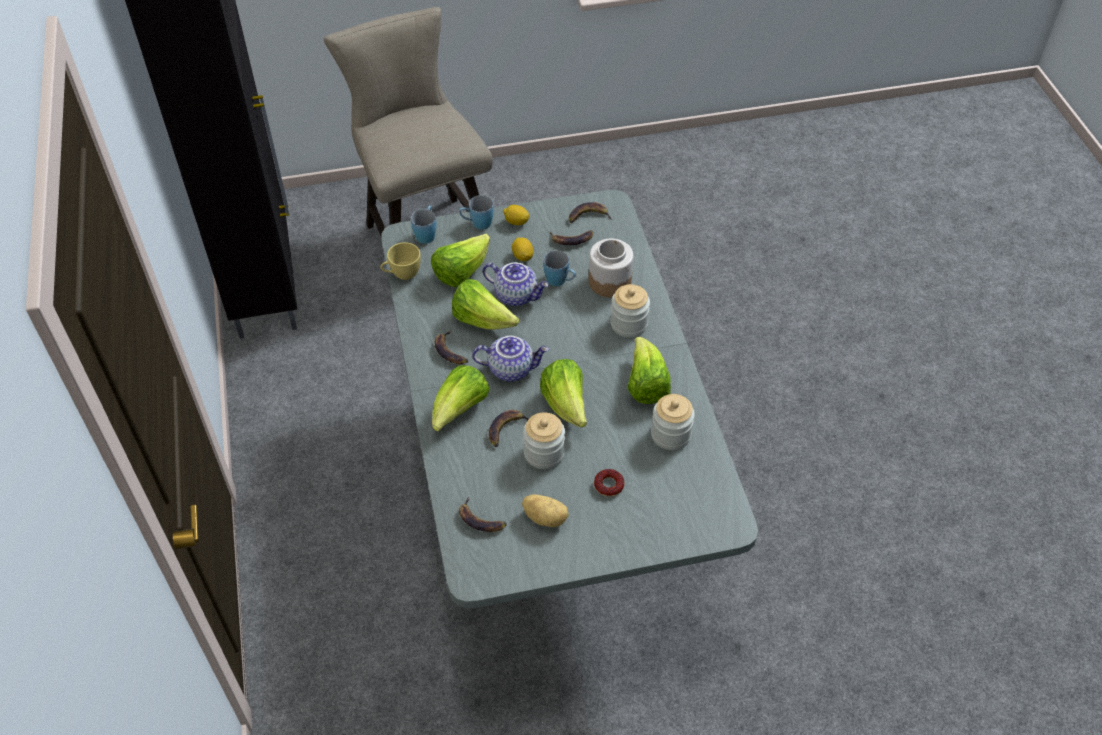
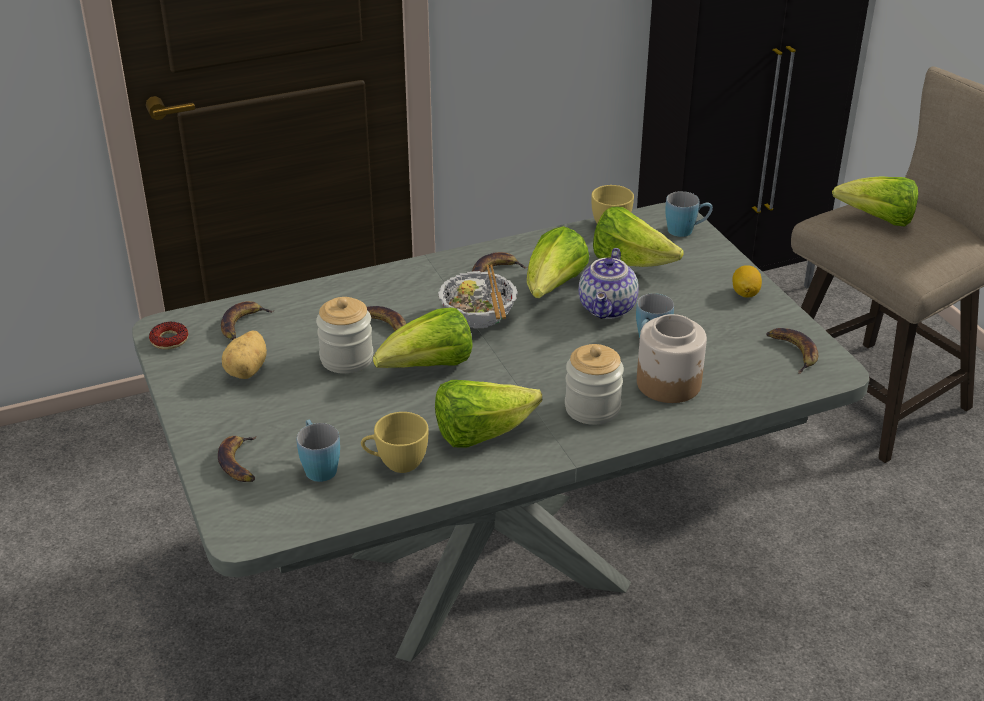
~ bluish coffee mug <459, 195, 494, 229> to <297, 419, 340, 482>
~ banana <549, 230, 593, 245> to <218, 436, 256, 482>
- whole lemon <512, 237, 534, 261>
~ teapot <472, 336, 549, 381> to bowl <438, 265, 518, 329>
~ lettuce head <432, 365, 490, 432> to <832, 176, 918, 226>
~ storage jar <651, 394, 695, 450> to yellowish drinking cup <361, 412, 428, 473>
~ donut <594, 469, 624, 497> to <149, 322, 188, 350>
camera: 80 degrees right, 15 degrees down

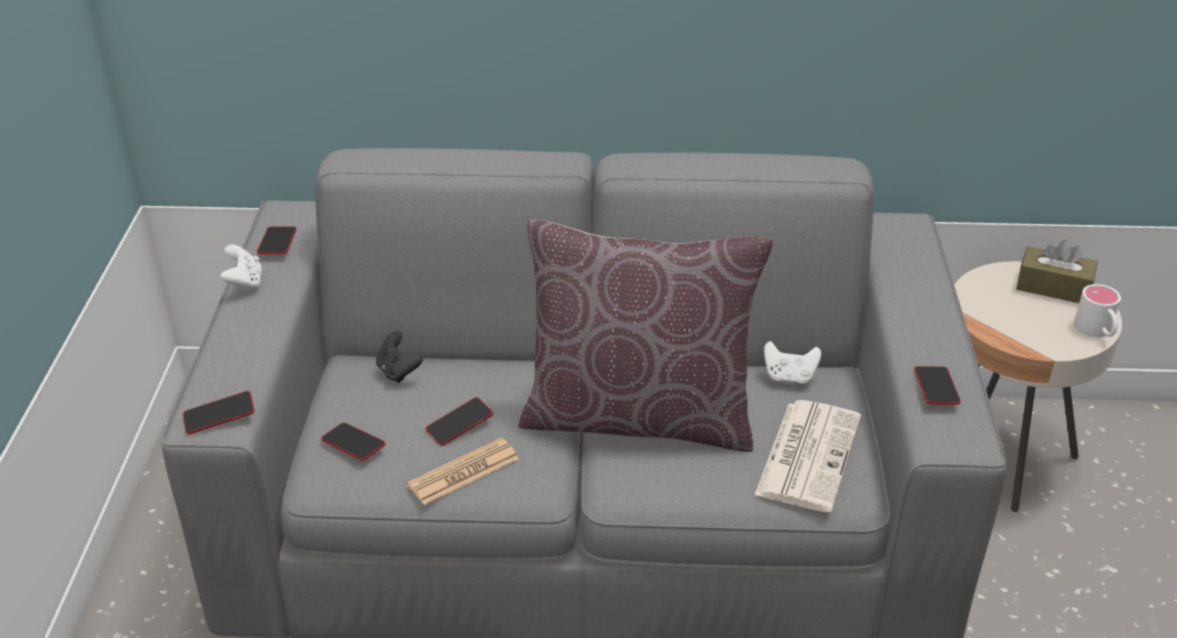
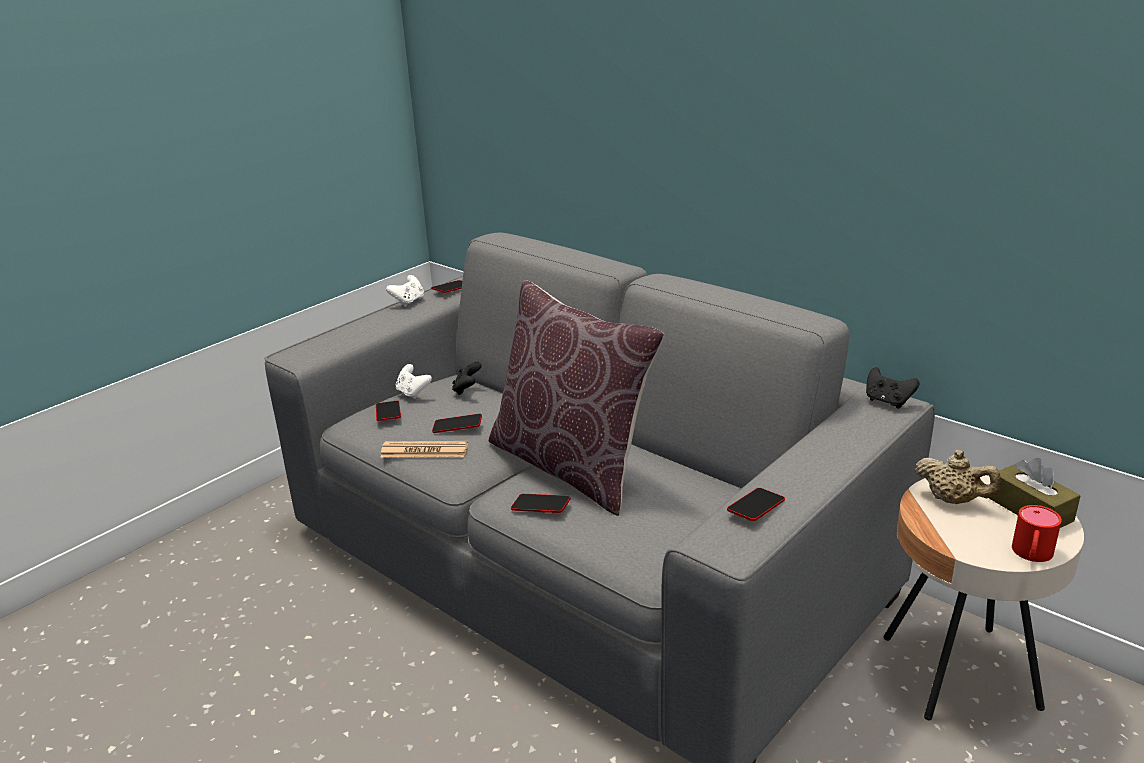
~ white coffee mug <1074, 284, 1121, 337> to reddish coffee mug <1012, 505, 1062, 562>
~ white gamepad <764, 341, 821, 384> to <396, 364, 432, 399>
~ phone <183, 391, 255, 434> to <511, 494, 571, 513>
- newspaper <755, 400, 861, 512>
+ blackish gamepad <866, 367, 920, 409>
+ beige-coloured teapot <915, 450, 1001, 504>
camera: 40 degrees right, 10 degrees down

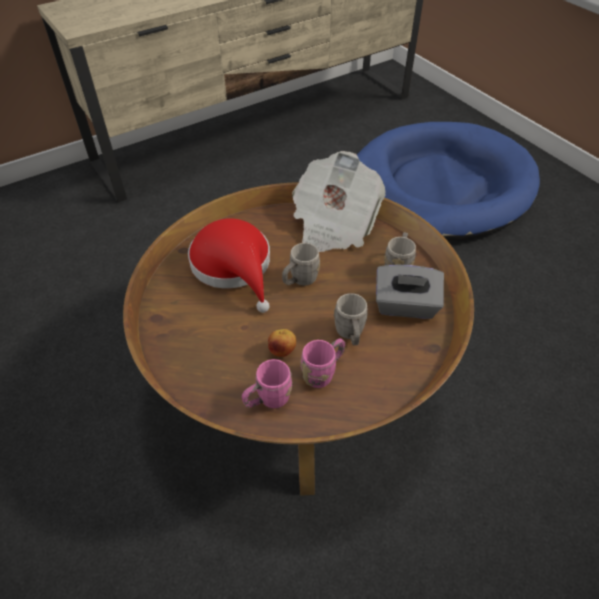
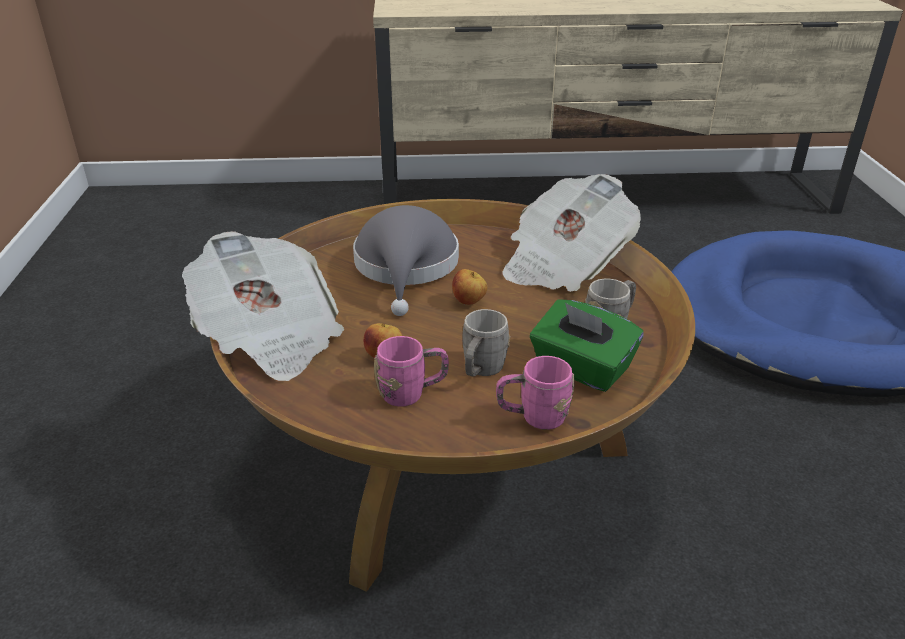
~ reddish wearable hat <188, 218, 270, 313> to greyish wearable hat <353, 205, 459, 316>
~ greyish coffee mug <282, 243, 320, 286> to apple <452, 269, 487, 305>
~ greyish box of tissues <376, 265, 444, 319> to green box of tissues <530, 300, 644, 392>
~ pink-coloured coffee mug <242, 359, 293, 408> to <496, 356, 575, 430>
+ newspaper <182, 231, 344, 381>
camera: 30 degrees right, 15 degrees down

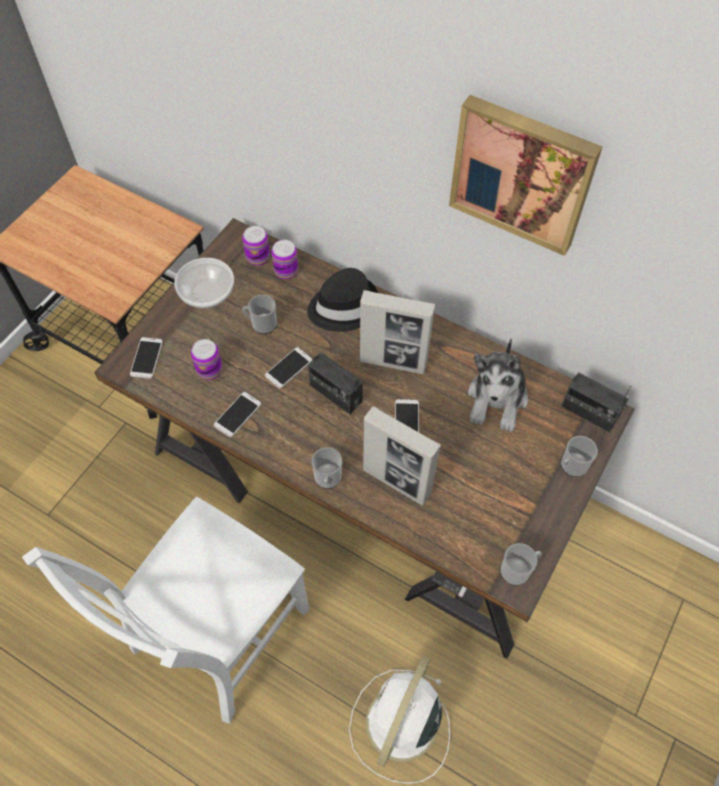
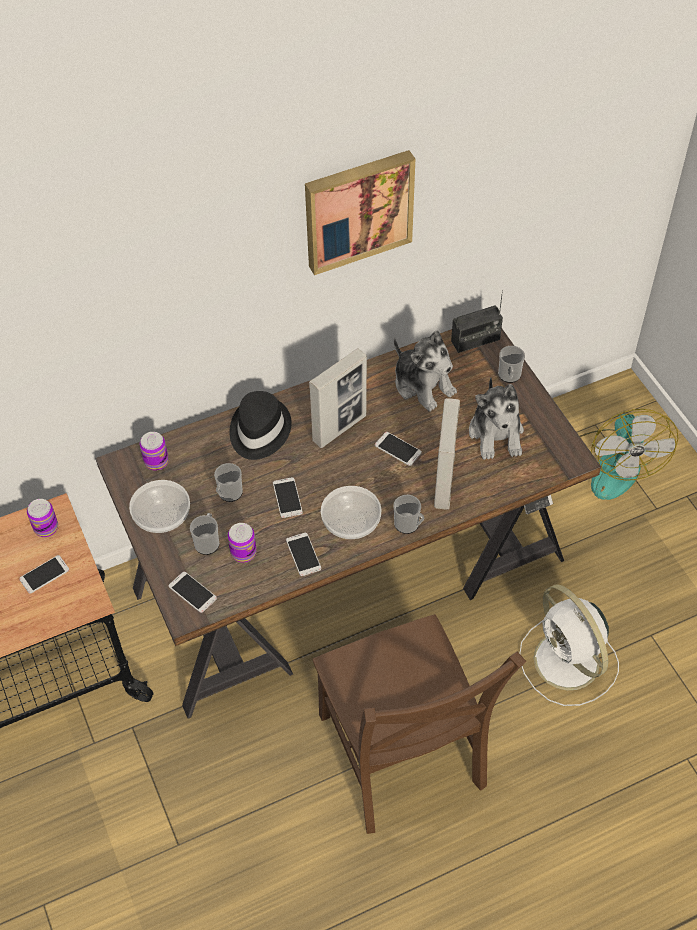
~ metal can <271, 240, 298, 280> to <27, 499, 58, 537>
- radio set <308, 352, 363, 415>
~ photo frame <363, 406, 441, 506> = <434, 398, 460, 510> 120 degrees clockwise
~ white plain chair <22, 496, 310, 724> to brown plain chair <312, 614, 526, 834>
~ coffee mug <501, 543, 542, 585> to <190, 513, 219, 555>
+ cuddly toy <469, 377, 524, 460>
+ fan <580, 409, 678, 500>
+ bowl <321, 486, 382, 539>
+ phone <19, 555, 69, 594>
camera: 55 degrees left, 5 degrees down

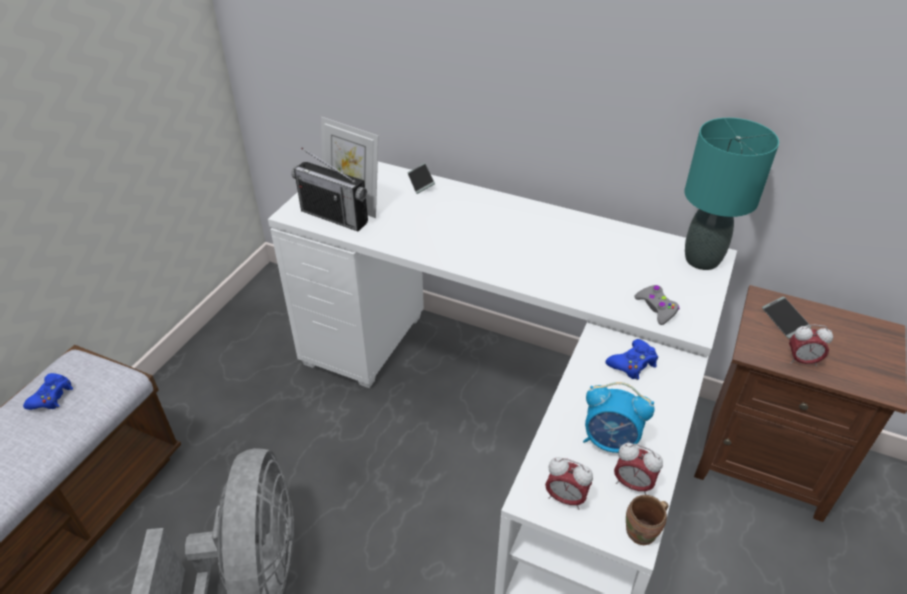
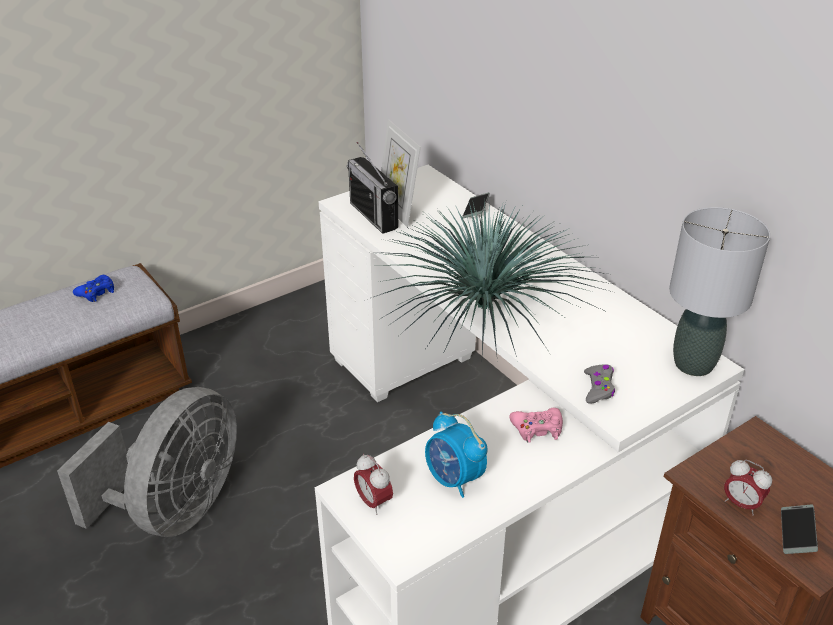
~ turquoise table lamp <685, 118, 779, 270> to greyish table lamp <669, 207, 770, 376>
~ phone <762, 297, 811, 339> to <781, 504, 818, 554>
~ bluish gamepad <605, 339, 658, 380> to pink-coloured gamepad <509, 408, 563, 443>
- table clock <614, 443, 663, 495>
- brown coffee mug <626, 495, 669, 545>
+ plant in a pot <370, 199, 615, 357>
camera: 30 degrees right, 5 degrees down

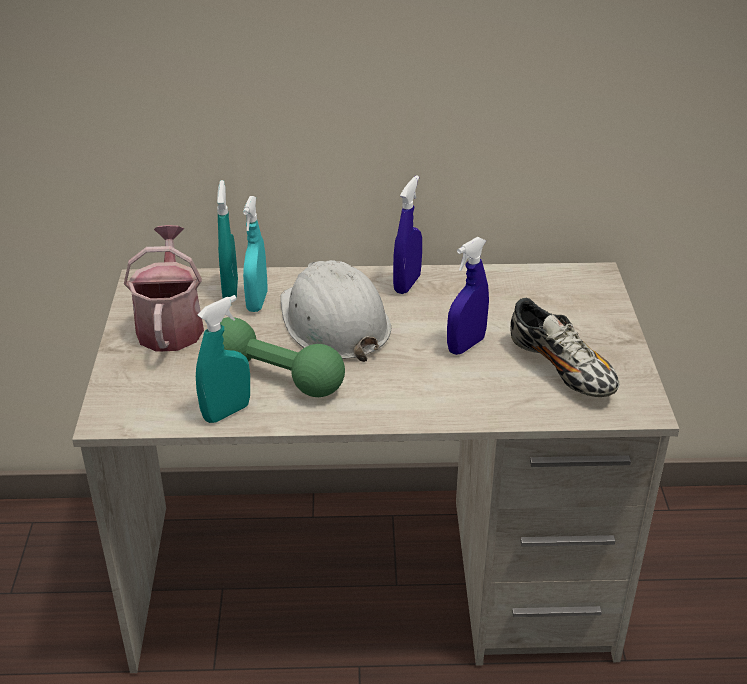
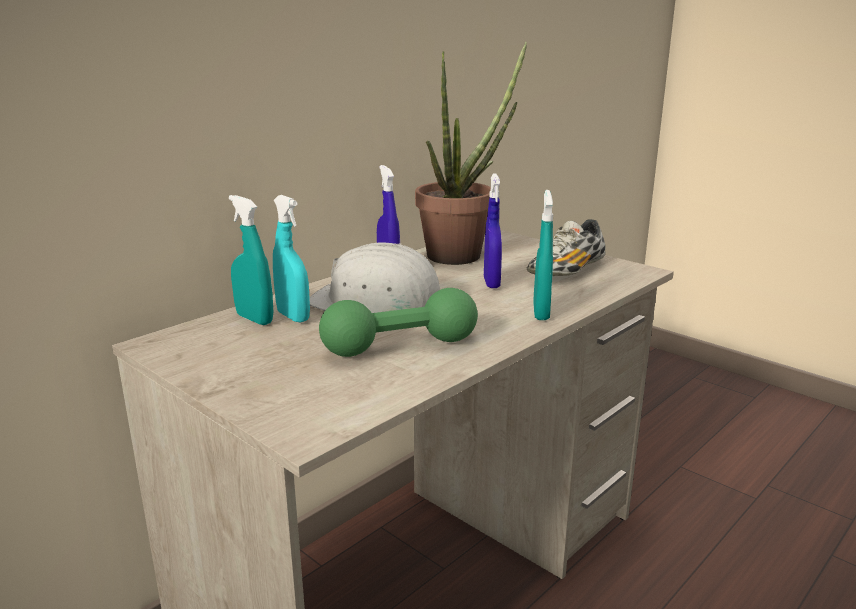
- watering can <124, 225, 204, 352>
~ turquoise spray bottle <196, 295, 250, 423> to <533, 190, 553, 320>
~ item of footwear <510, 298, 619, 397> = <527, 219, 605, 276> 120 degrees clockwise
+ plant in a pot <415, 42, 527, 265>
camera: 45 degrees left, 15 degrees down

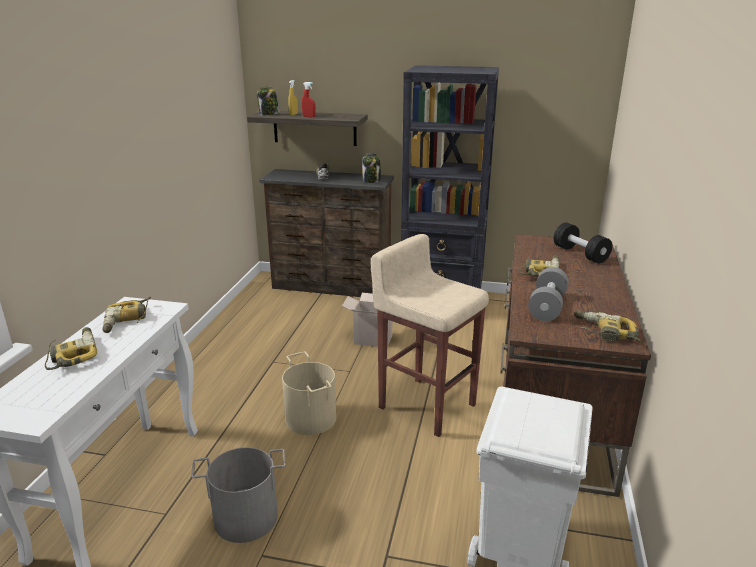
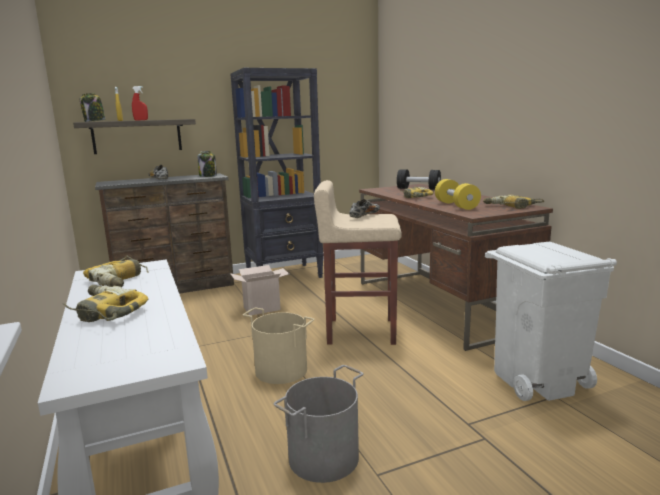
~ greyish hand weight <528, 267, 568, 321> to yellowish hand weight <435, 179, 481, 210>
+ item of footwear <349, 199, 380, 218>
camera: 35 degrees left, 10 degrees down

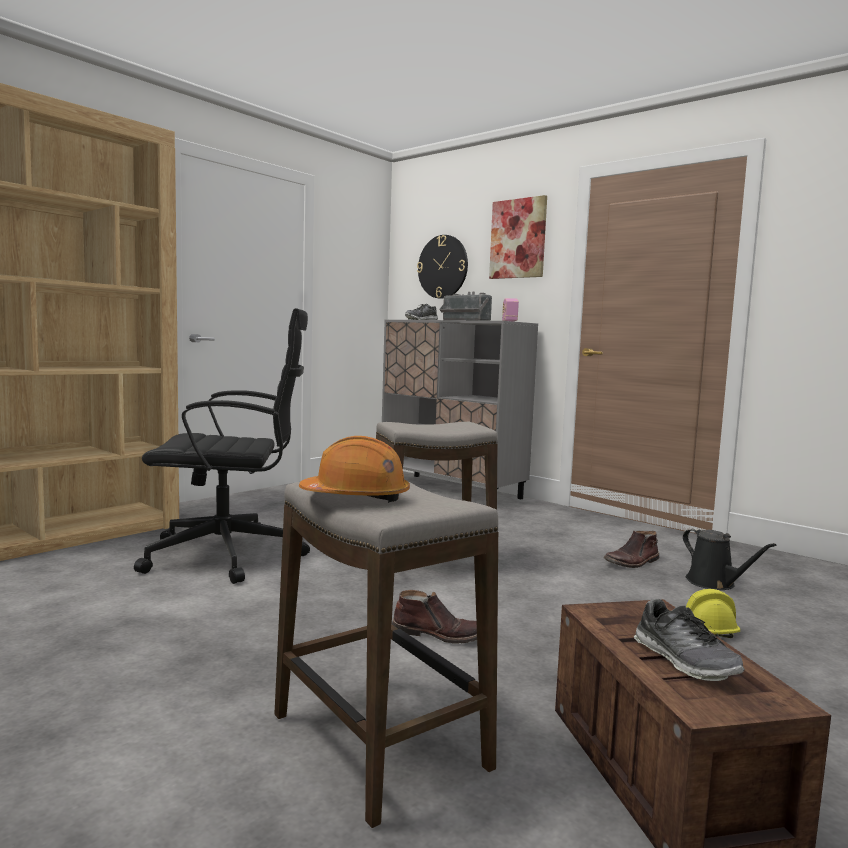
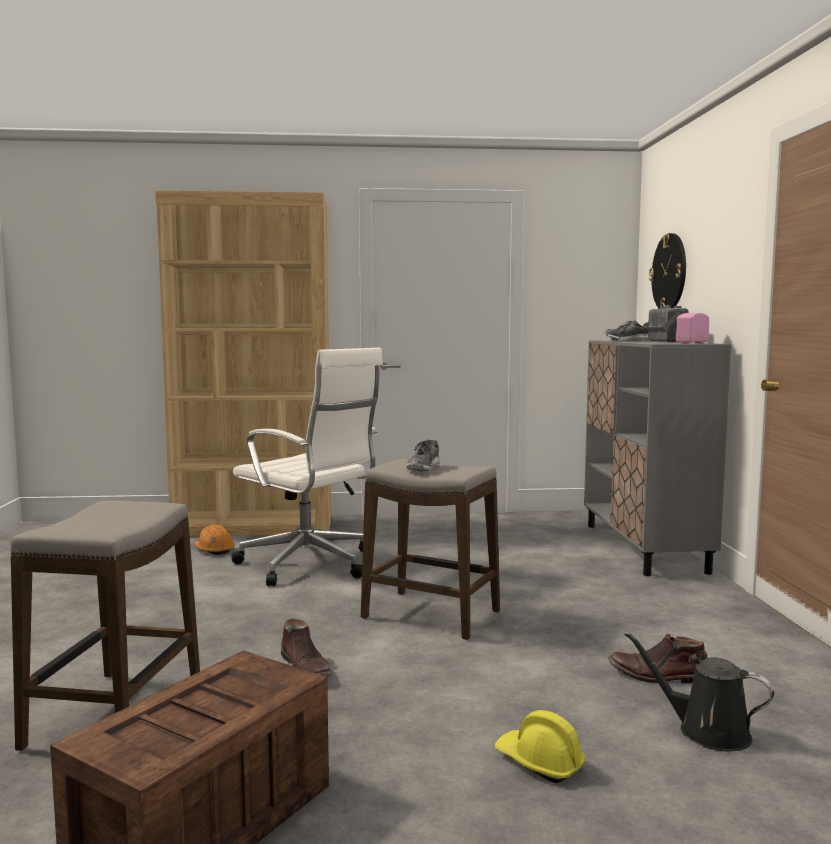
- picture <489, 195, 547, 279>
~ blackish office chair <134, 308, 310, 584> to white office chair <231, 348, 383, 586>
~ orange-coloured work helmet <299, 436, 410, 503> to <194, 524, 235, 555>
~ blackish watering can <683, 528, 776, 590> = <624, 632, 774, 751> 105 degrees clockwise
~ item of footwear <634, 599, 745, 681> to <406, 440, 440, 472>
camera: 45 degrees right, 0 degrees up

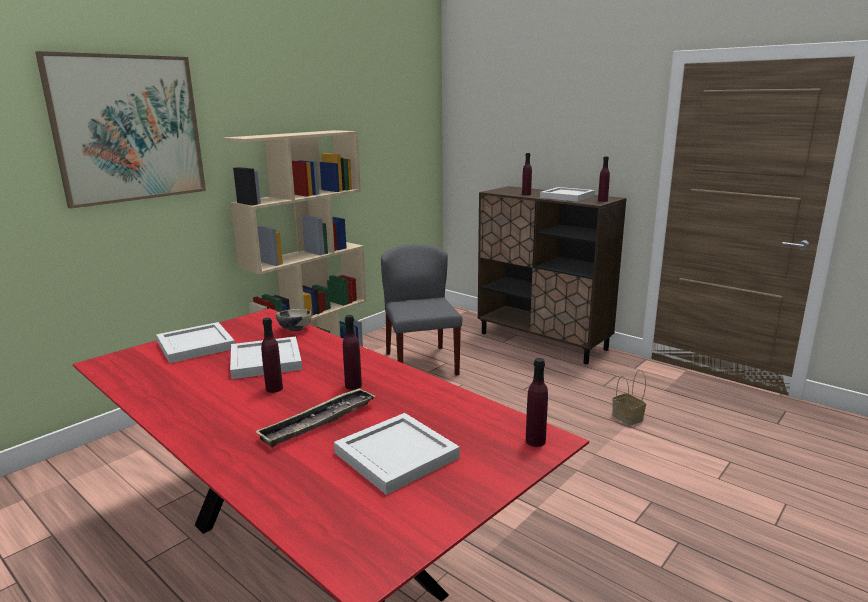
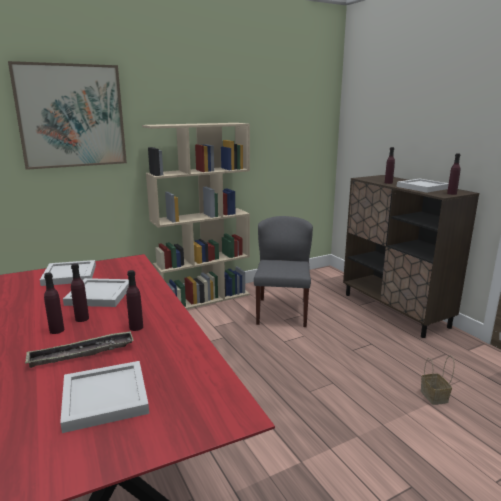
- bowl <276, 309, 311, 331>
~ purple beverage bottle <526, 358, 548, 447> to <44, 272, 64, 334>
camera: 20 degrees right, 0 degrees up

